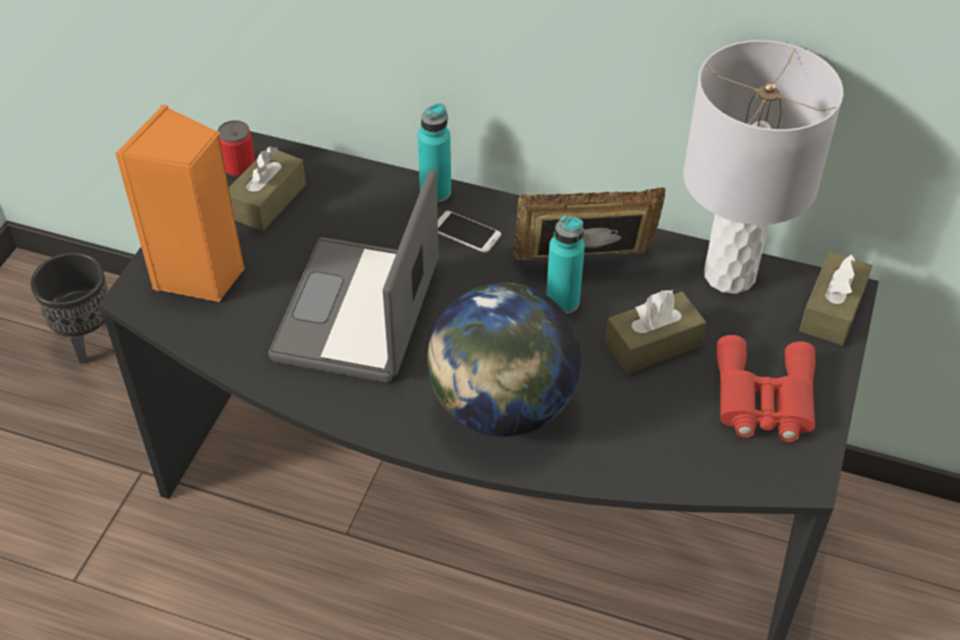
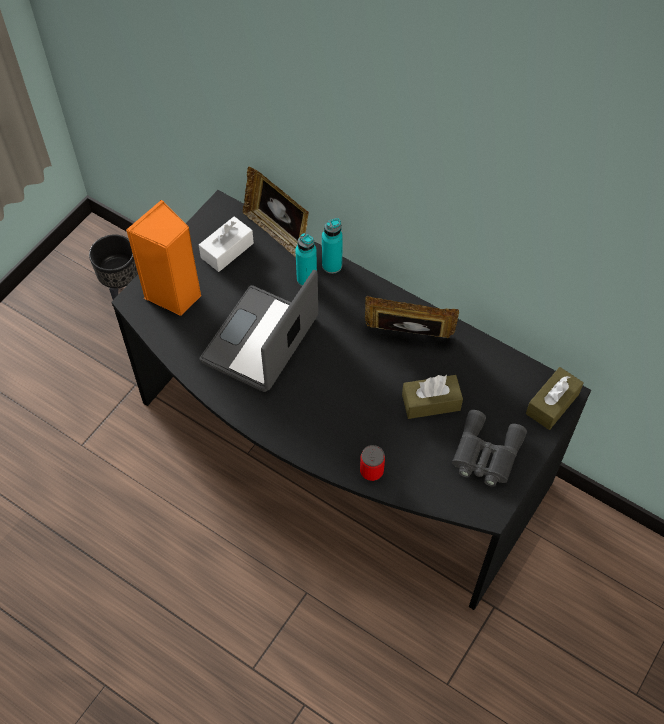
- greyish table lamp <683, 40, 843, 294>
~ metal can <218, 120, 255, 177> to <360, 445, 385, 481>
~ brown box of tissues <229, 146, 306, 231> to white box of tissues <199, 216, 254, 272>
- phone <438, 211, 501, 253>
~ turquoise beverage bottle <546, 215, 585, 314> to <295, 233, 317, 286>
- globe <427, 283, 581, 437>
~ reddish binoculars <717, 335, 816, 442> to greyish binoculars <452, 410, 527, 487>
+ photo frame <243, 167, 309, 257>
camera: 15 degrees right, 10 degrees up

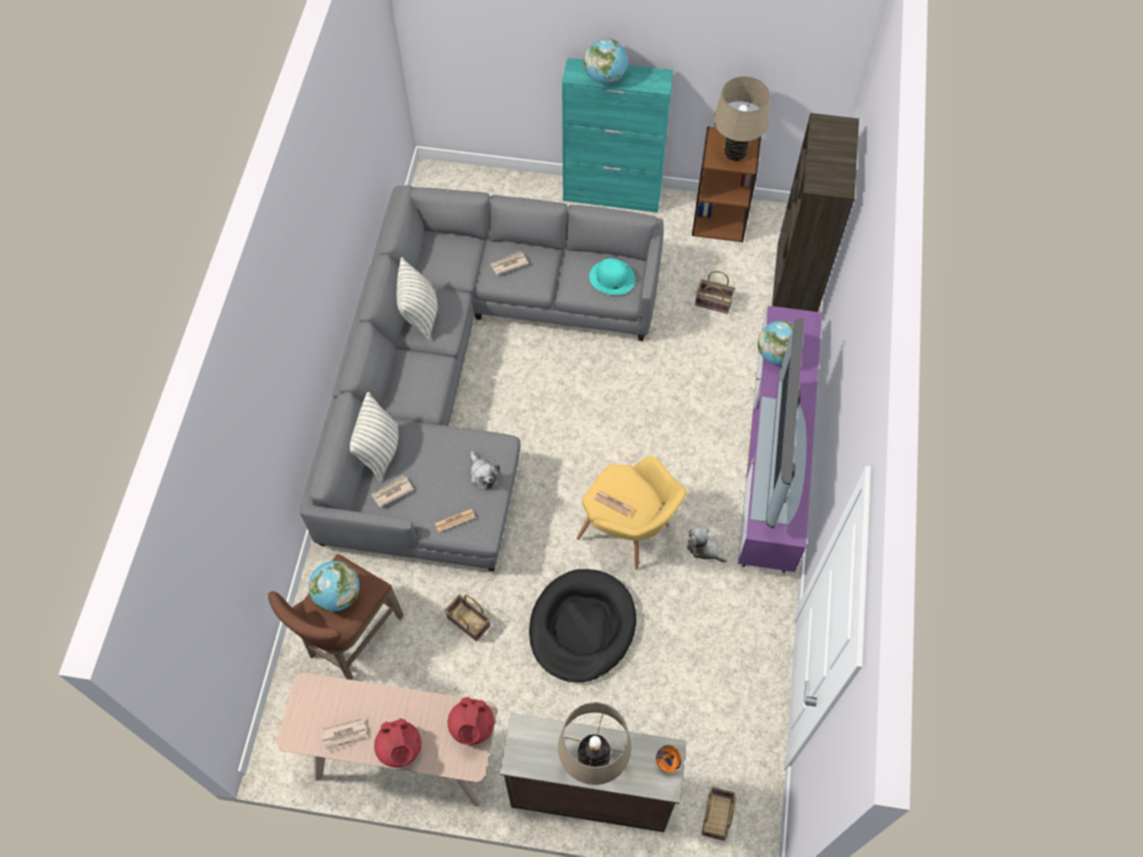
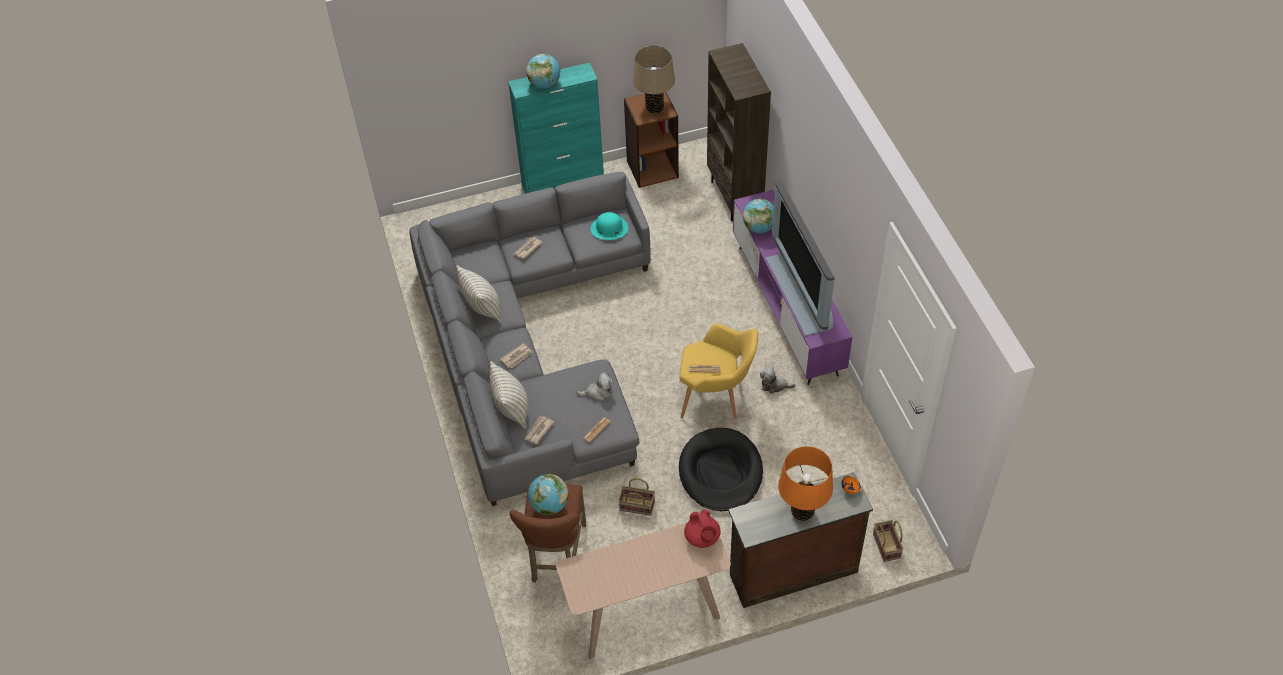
- basket <695, 271, 735, 314>
~ cuddly toy <471, 451, 500, 490> = <576, 372, 614, 401> 45 degrees counterclockwise
~ beige-coloured table lamp <558, 702, 631, 785> to orange-coloured table lamp <778, 446, 833, 521>
~ newspaper <321, 718, 369, 752> to <500, 343, 533, 369>
- reddish teapot <374, 718, 422, 768>
camera: 25 degrees left, 10 degrees down

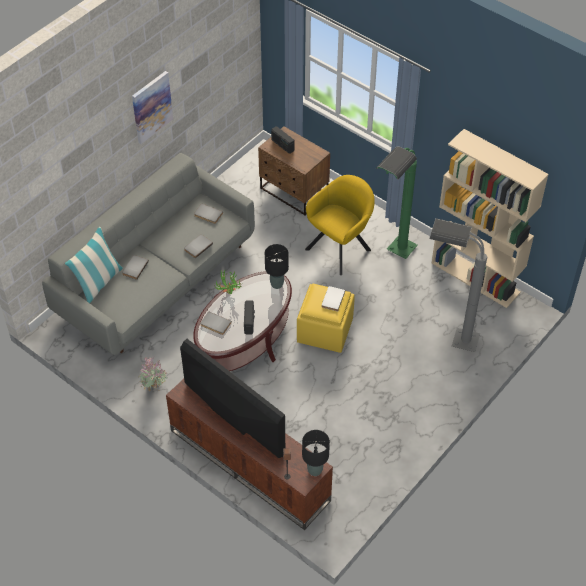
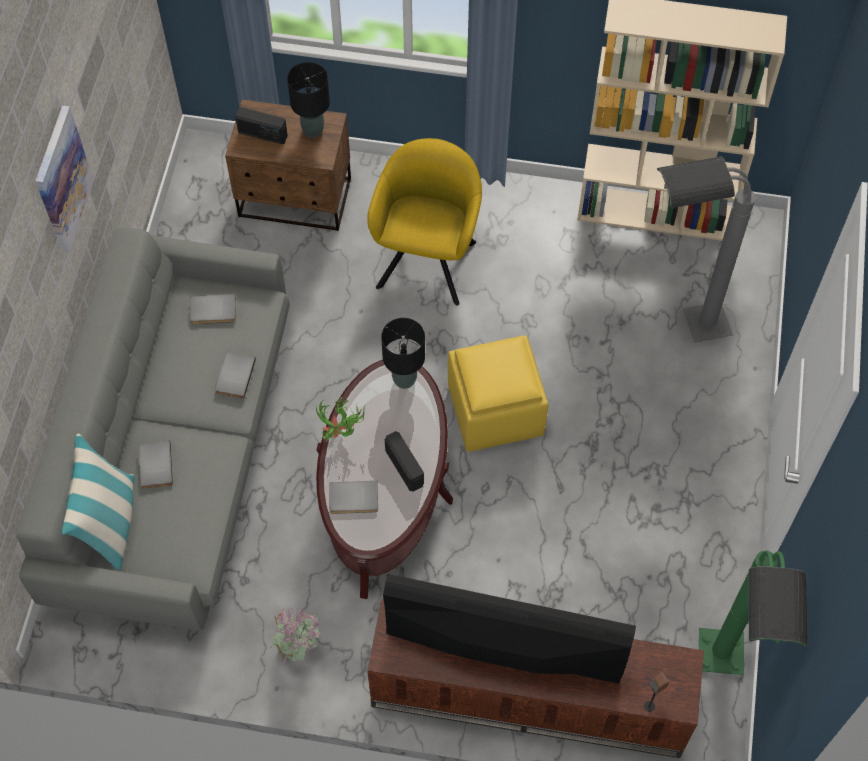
~ green floor lamp <376, 147, 418, 259> to <699, 550, 808, 675>
- white book <322, 286, 345, 311>
~ blackish table lamp <302, 430, 330, 476> to <287, 62, 330, 138>
camera: 30 degrees left, 10 degrees up

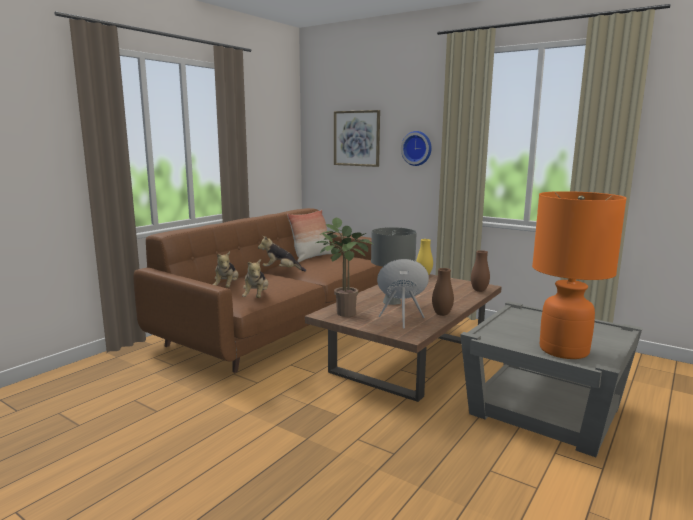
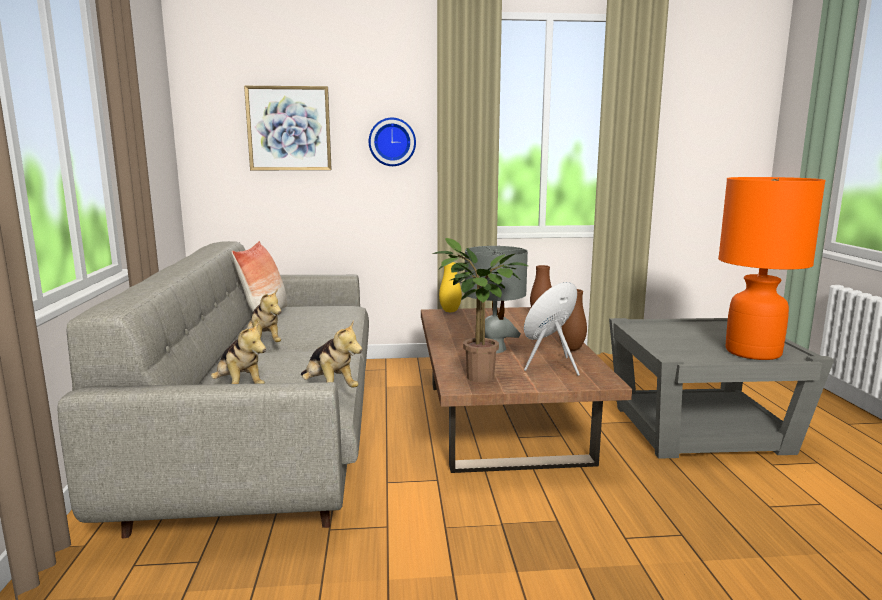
~ brown sofa <134, 208, 382, 373> to greyish sofa <57, 241, 369, 538>
~ cuddly toy <258, 235, 306, 272> = <242, 288, 281, 342> 90 degrees counterclockwise
camera: 40 degrees left, 0 degrees up

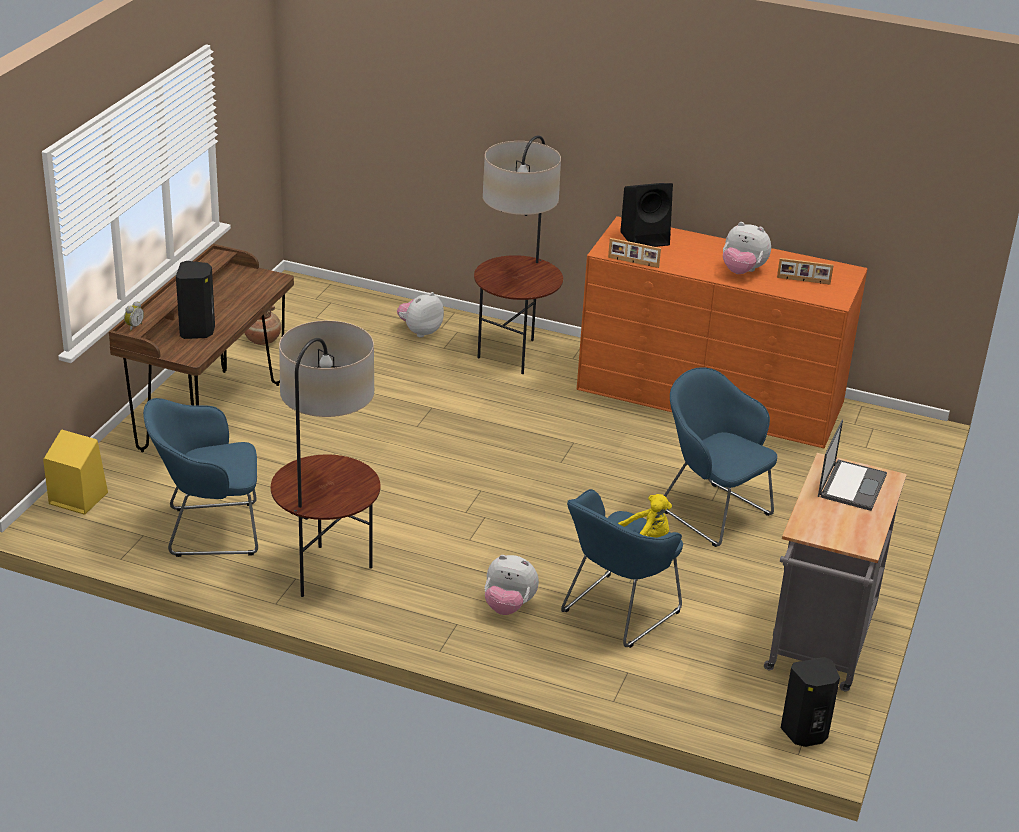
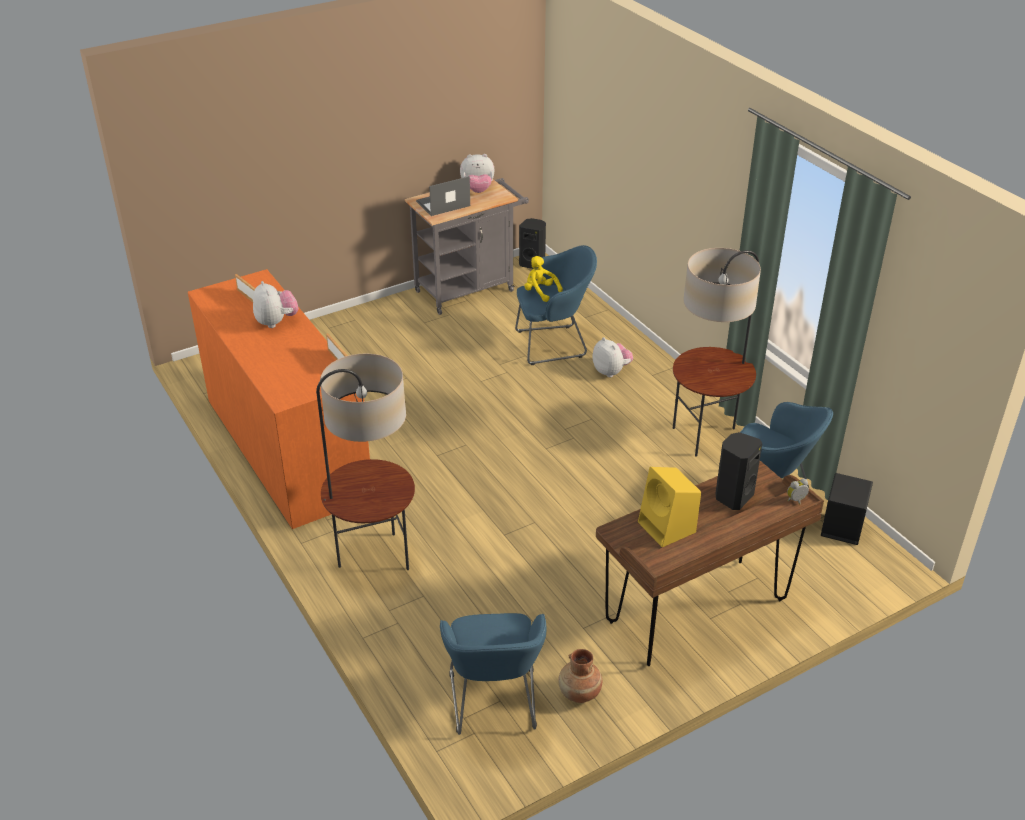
~ blackish loudspeaker <620, 183, 673, 247> to <821, 473, 873, 545>
~ cuddly toy <397, 292, 444, 338> to <460, 154, 494, 193>
~ bluish easy chair <664, 367, 777, 547> to <440, 613, 546, 735>
~ yellowish loudspeaker <43, 430, 108, 515> to <638, 467, 701, 547>
camera: 140 degrees left, 5 degrees up

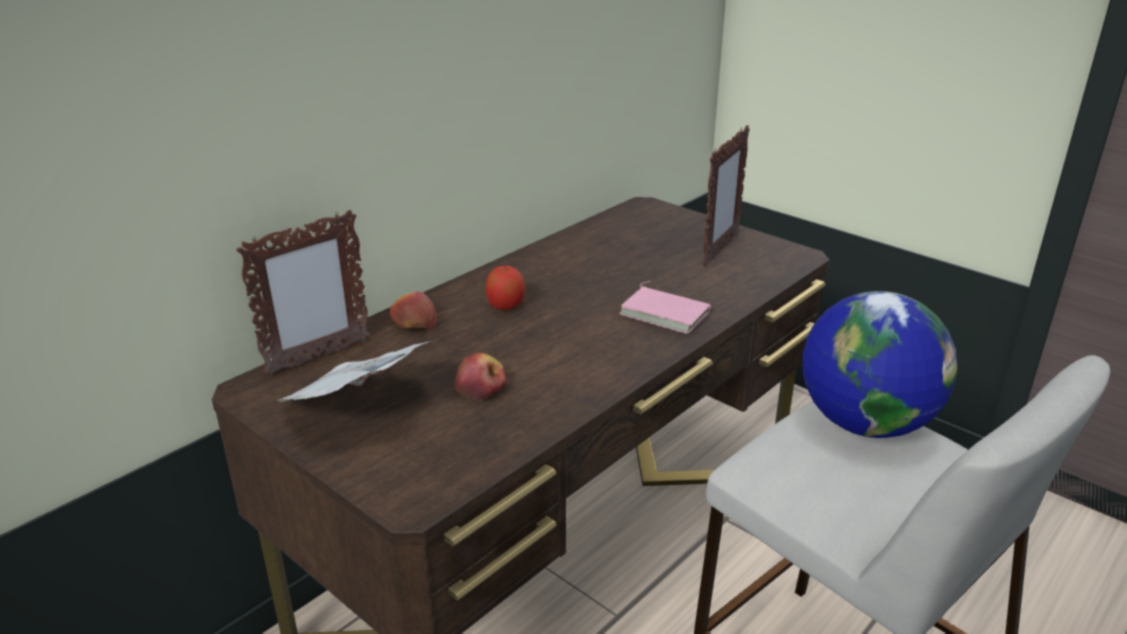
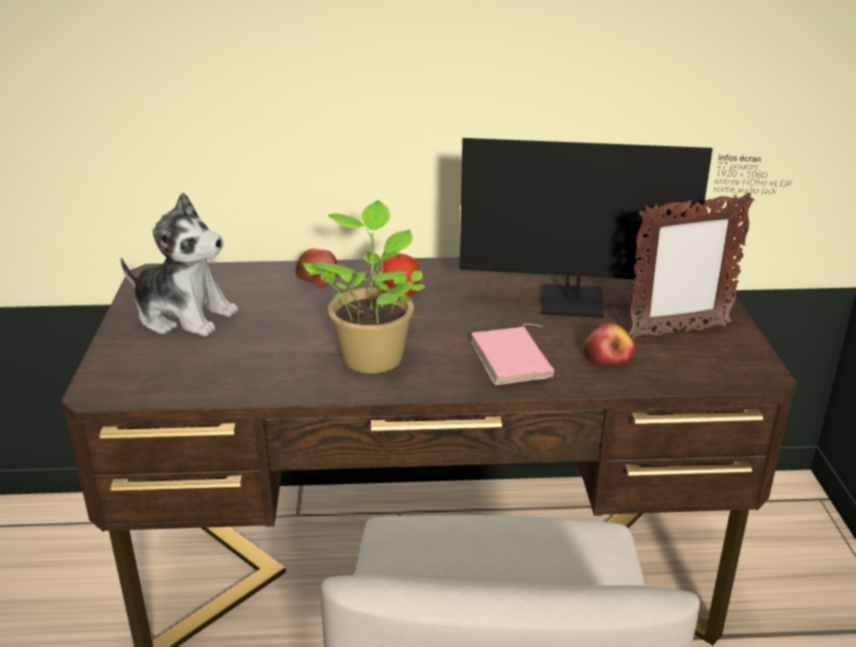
- photo frame <236, 210, 370, 376>
- globe <802, 291, 957, 438>
~ newspaper <277, 341, 431, 402> to cuddly toy <120, 193, 238, 336>
~ apple <454, 353, 506, 400> to <583, 323, 635, 366>
+ monitor <459, 138, 792, 318>
+ plant in a pot <302, 200, 426, 374>
camera: 45 degrees right, 0 degrees up

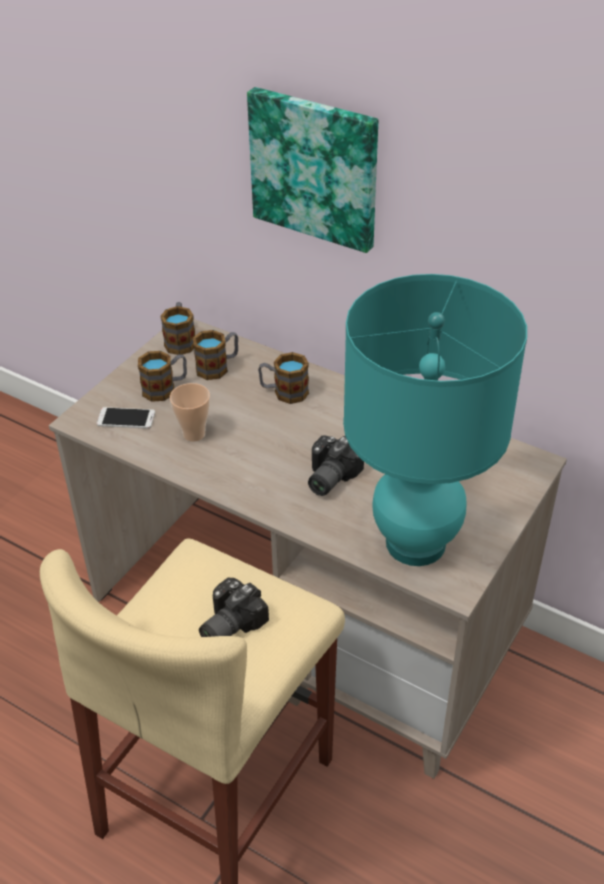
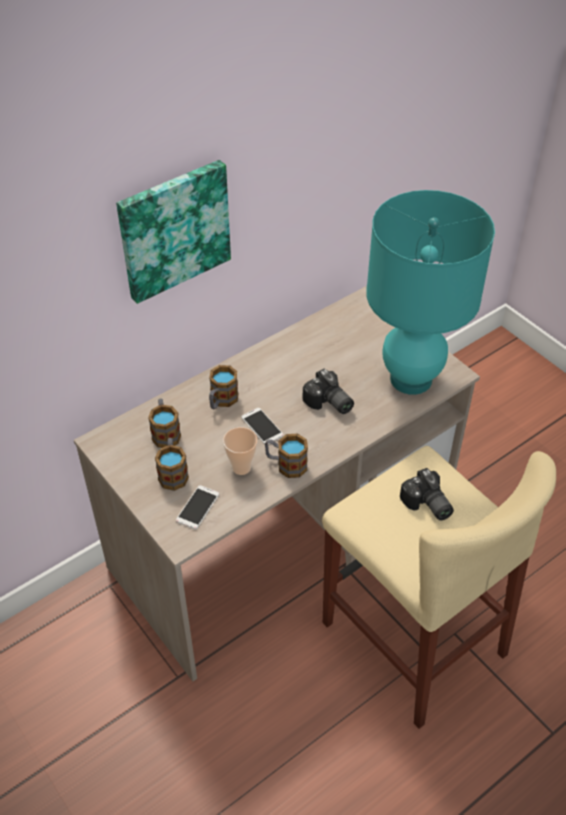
~ coffee mug <160, 302, 195, 355> to <265, 434, 308, 478>
+ phone <241, 408, 283, 445>
camera: 70 degrees left, 5 degrees up

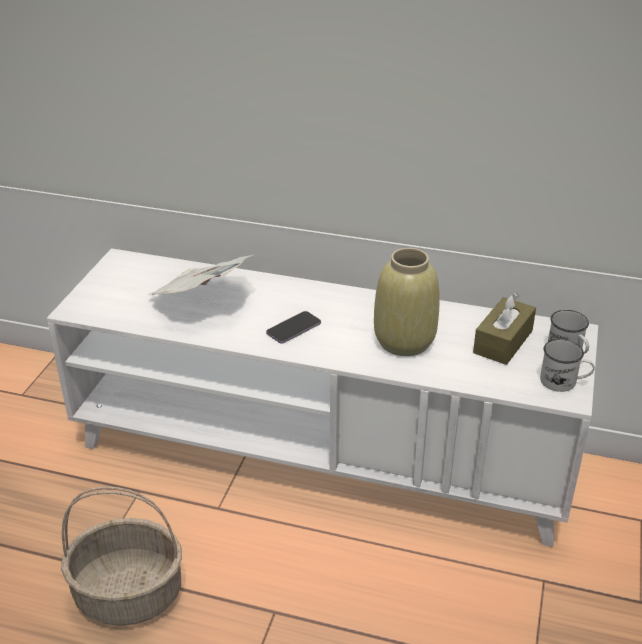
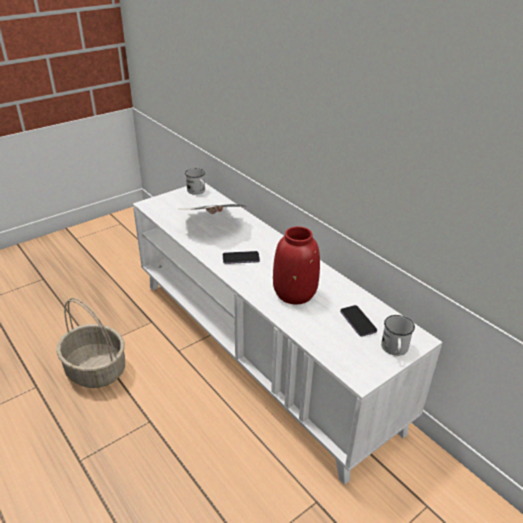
~ beige-coloured flower vase <374, 248, 440, 356> to reddish flower vase <273, 227, 320, 304>
~ brown box of tissues <473, 292, 536, 365> to phone <340, 305, 377, 336>
~ white coffee mug <540, 339, 595, 392> to <185, 168, 205, 195>
camera: 35 degrees right, 0 degrees up

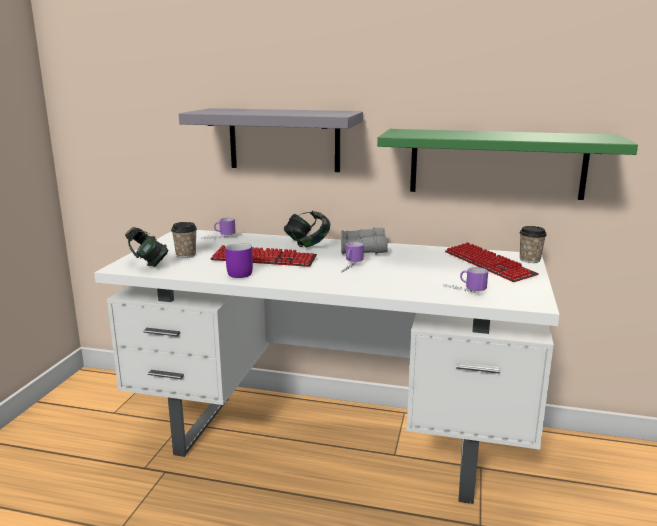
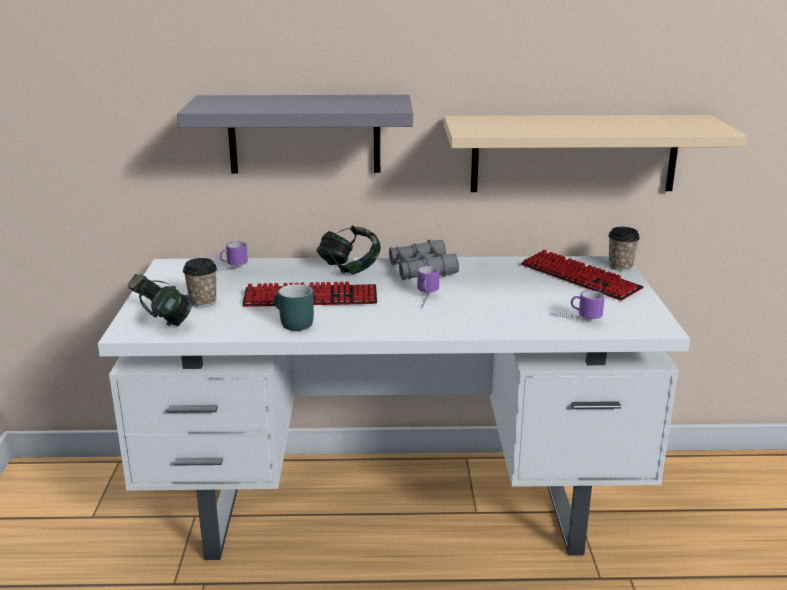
~ green bracket shelf <377, 129, 638, 200> to beige-coloured bracket shelf <444, 115, 747, 192>
~ purple coffee mug <225, 243, 253, 278> to turquoise coffee mug <274, 284, 314, 331>
camera: 15 degrees left, 5 degrees up

